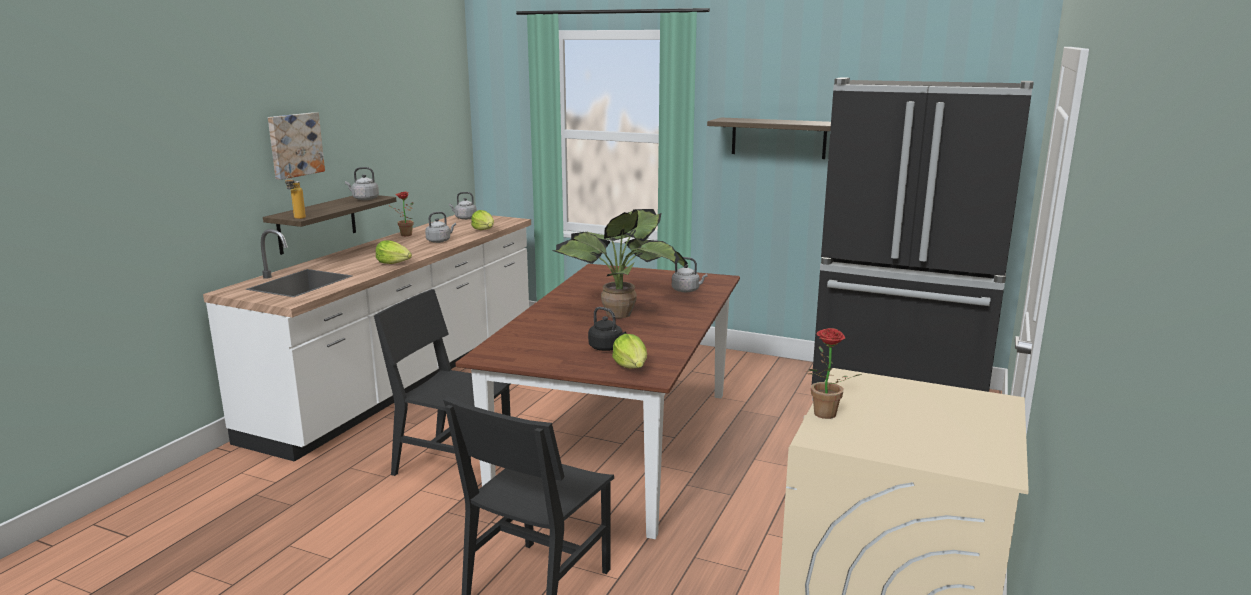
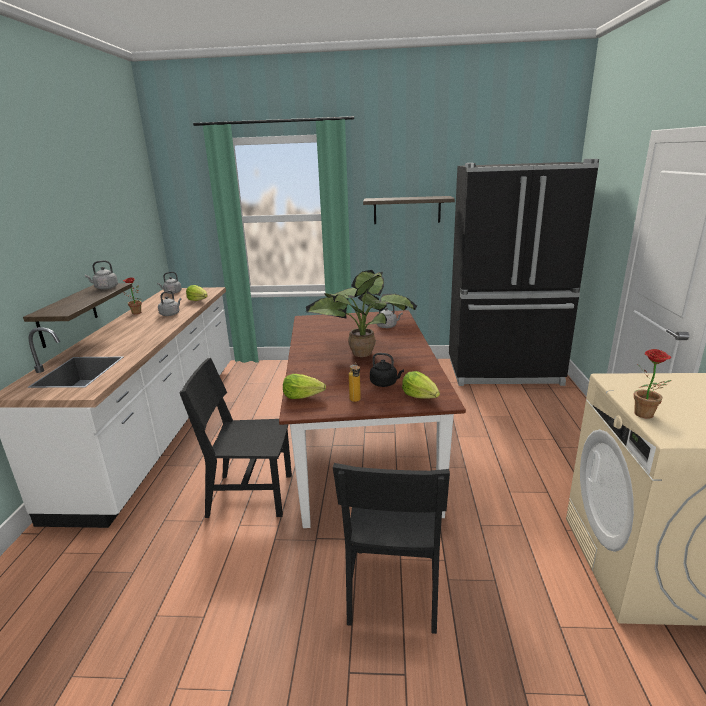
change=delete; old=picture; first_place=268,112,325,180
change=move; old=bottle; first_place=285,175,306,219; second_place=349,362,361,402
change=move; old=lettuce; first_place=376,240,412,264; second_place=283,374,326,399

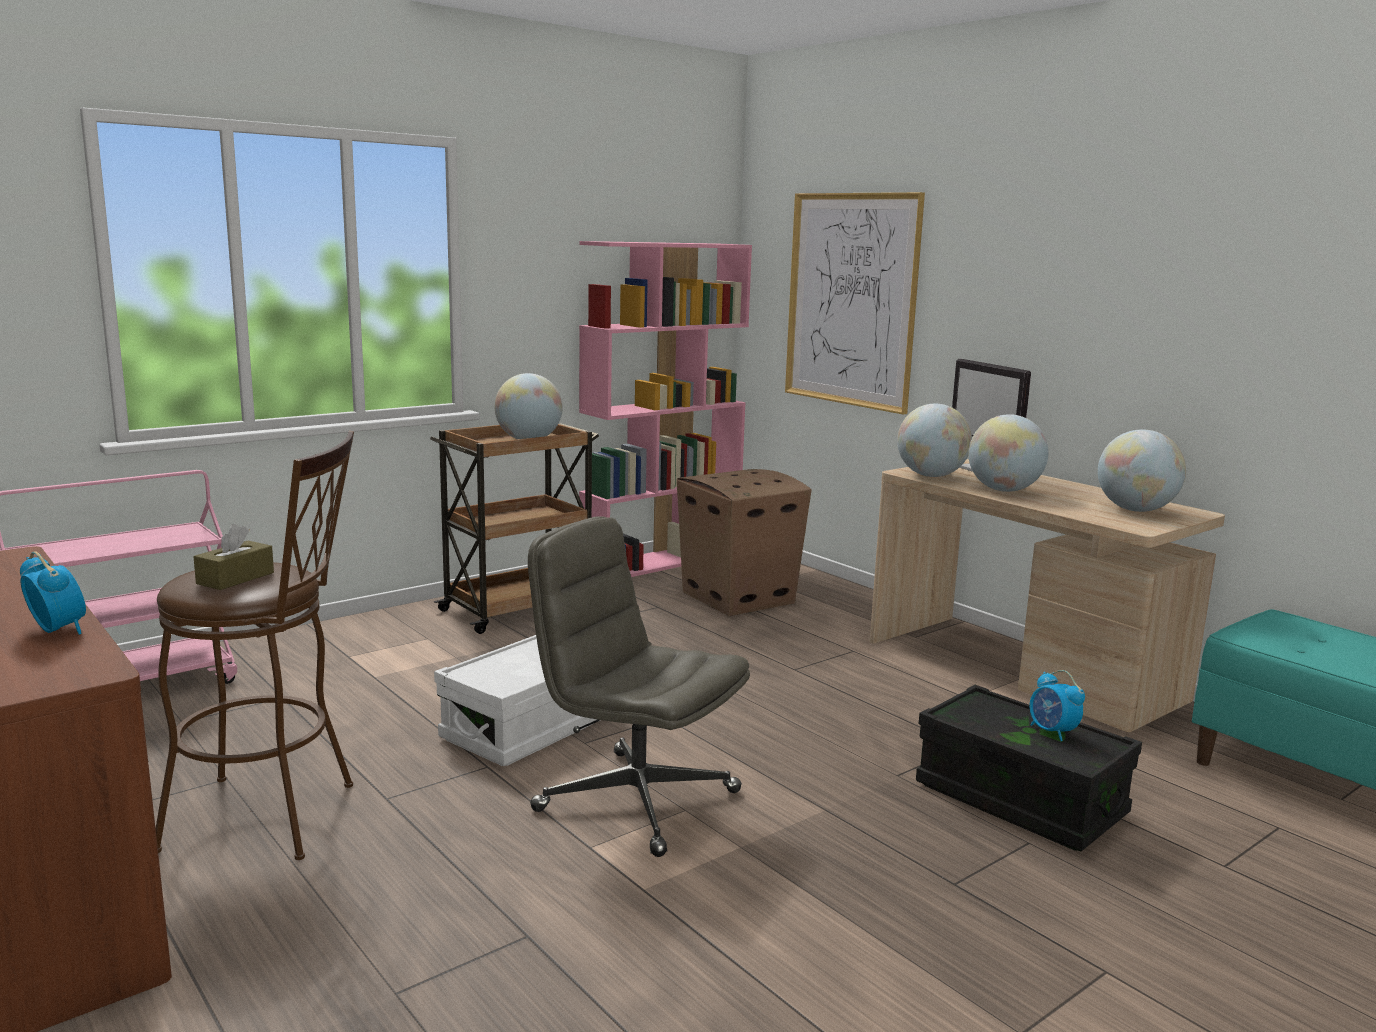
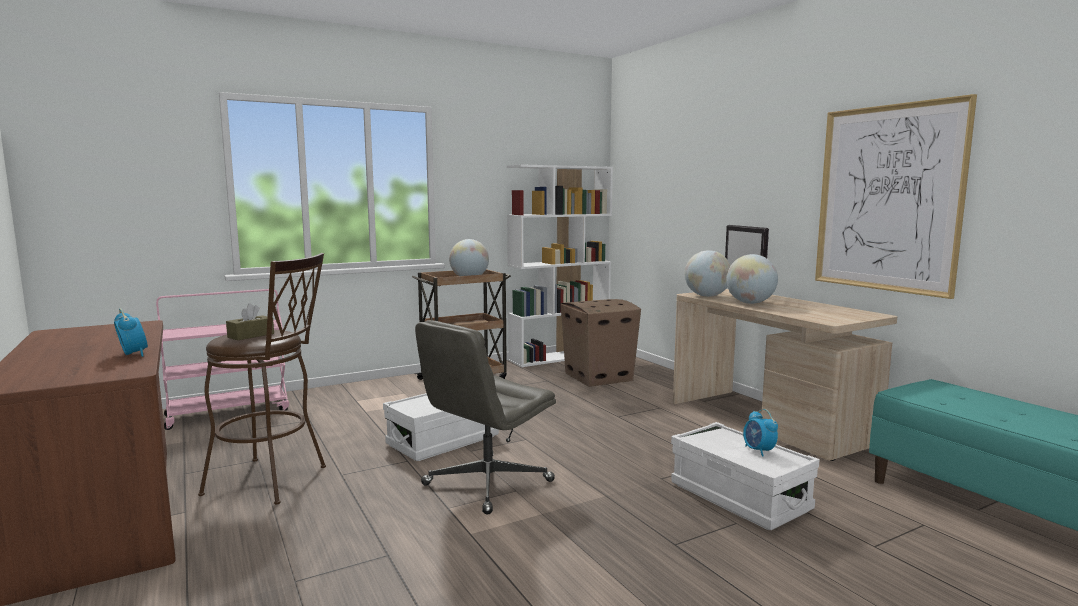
change=rotate; old=grey office chair; first_place=528,517,750,857; second_place=415,320,556,515; degrees=-90
change=recolor; old=pink bookcase; new=white bookcase; first_place=579,241,752,577; second_place=507,164,613,367
change=move; old=picture; first_place=785,192,925,415; second_place=815,94,977,299
change=recolor; old=black storage box; new=white storage box; first_place=916,685,1142,851; second_place=671,422,820,530
change=delete; old=globe; first_place=1098,429,1186,512

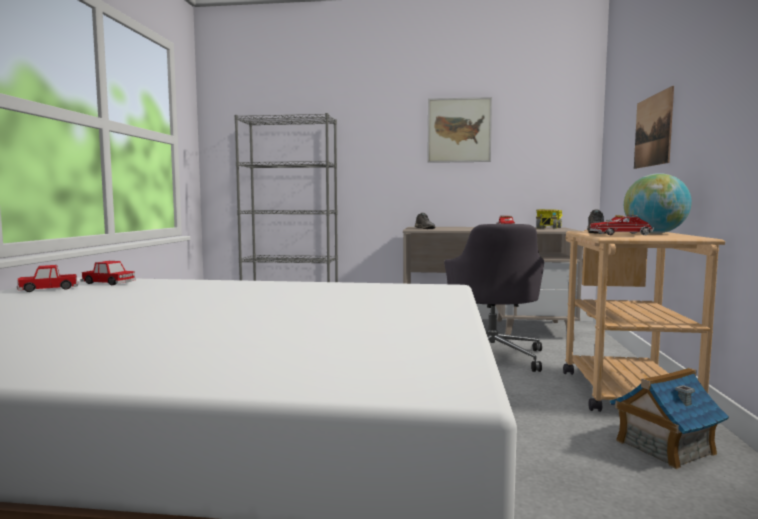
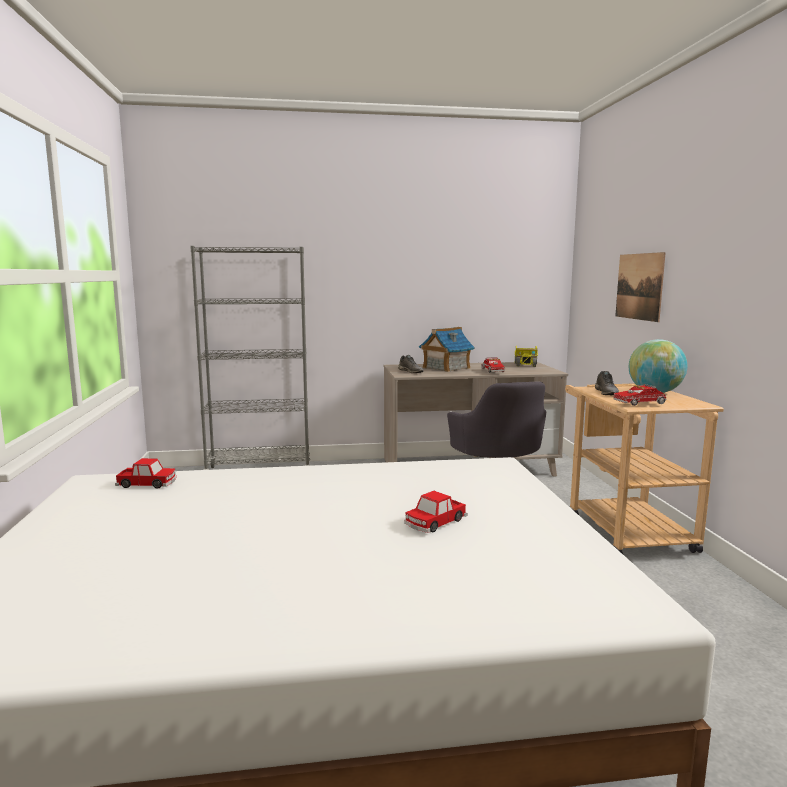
change=move; old=toy car; first_place=17,265,78,292; second_place=404,491,467,533
change=delete; old=picture; first_place=427,97,492,163
change=move; old=toy house; first_place=610,368,729,470; second_place=419,327,475,372

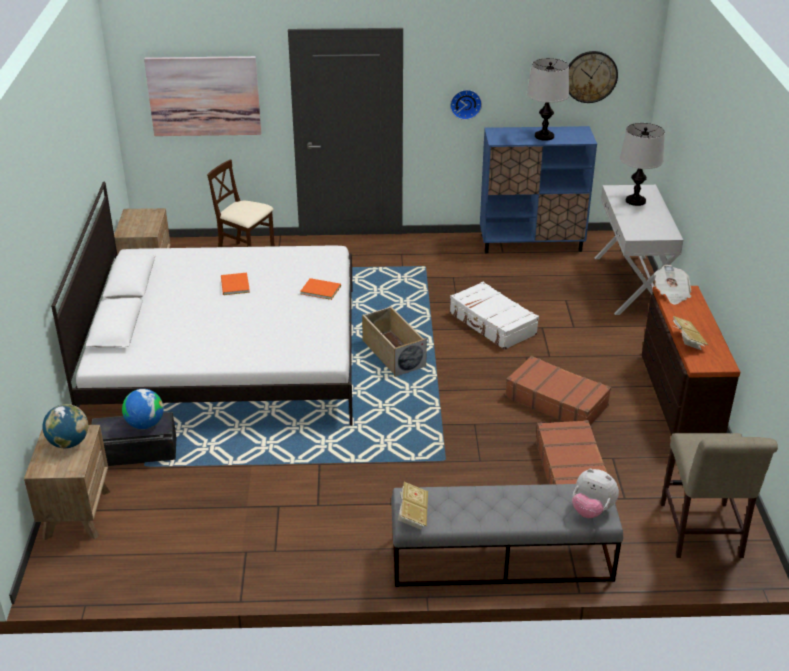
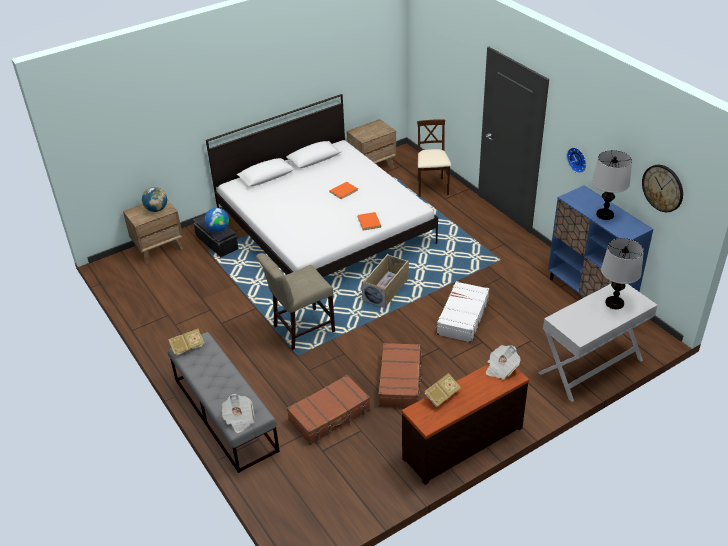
change=delete; old=picture; first_place=144,56,261,136
change=replace; old=plush toy; new=newspaper; first_place=572,469,619,518; second_place=222,394,255,433
change=move; old=beige chair; first_place=661,433,778,558; second_place=256,253,335,350

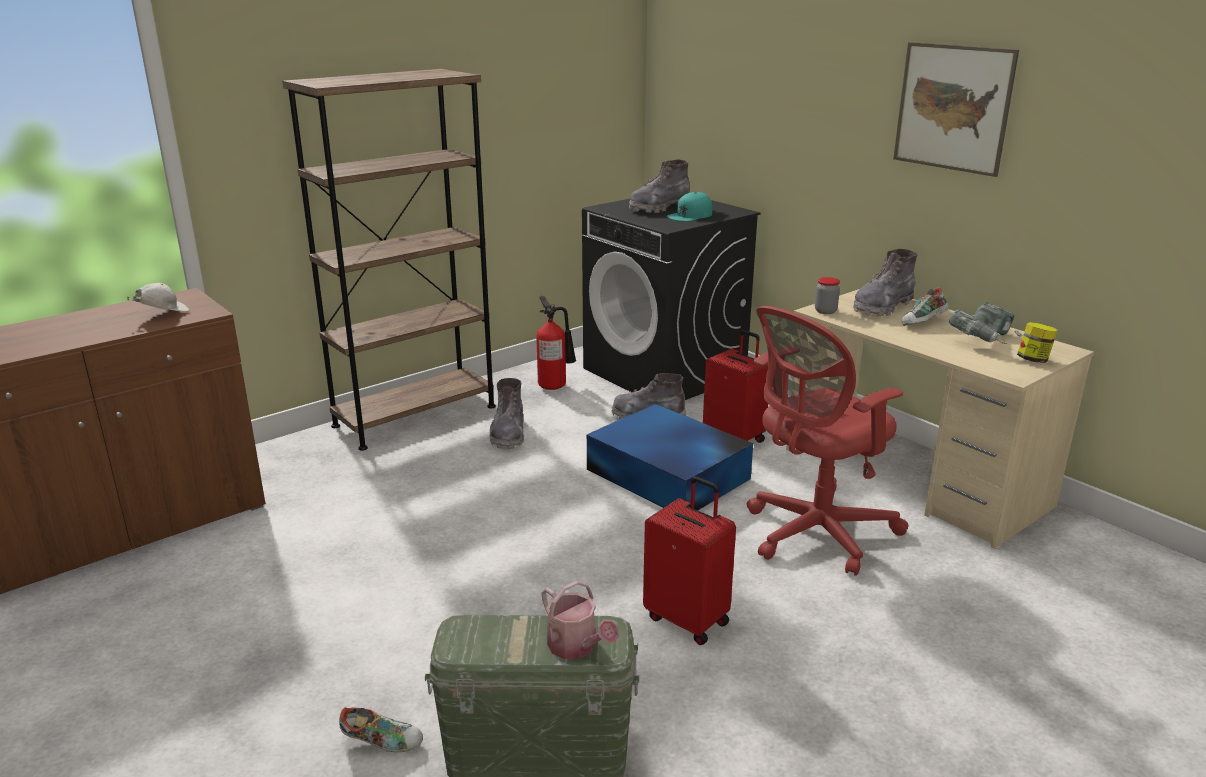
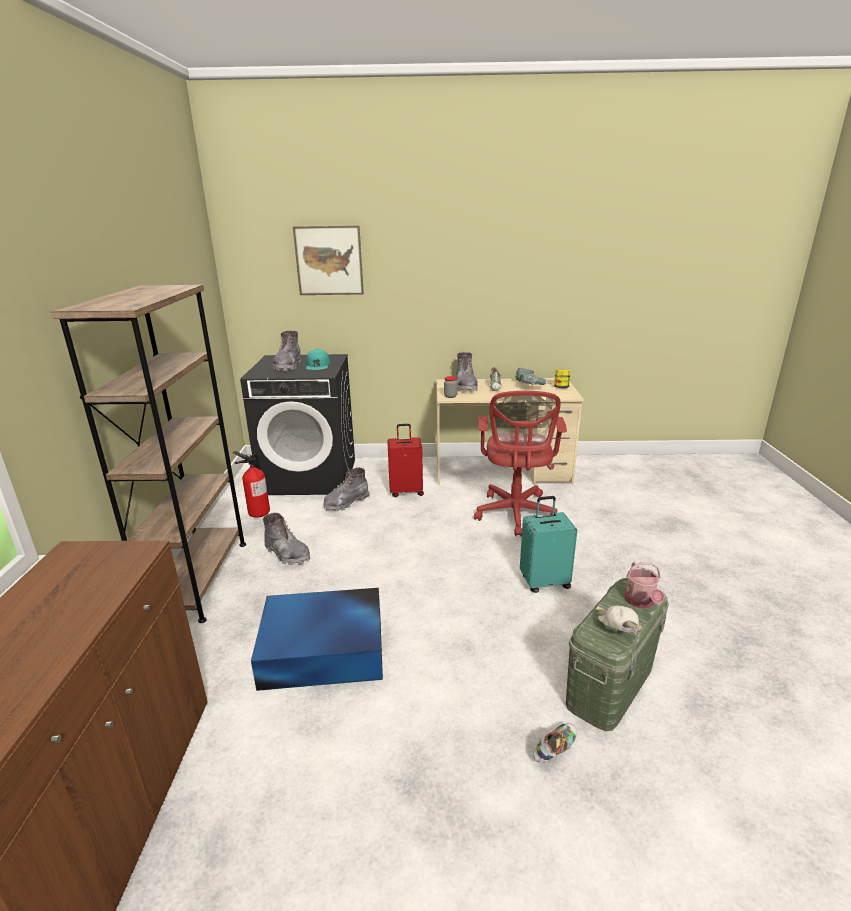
change=move; old=white cap; first_place=127,283,190,312; second_place=598,605,639,635
change=rotate; old=watering can; first_place=541,581,619,659; second_place=624,562,665,608; degrees=90
change=move; old=blue storage box; first_place=587,404,753,511; second_place=251,588,383,691
change=recolor; old=red suitcase; new=turquoise suitcase; first_place=643,477,736,645; second_place=520,496,577,593
change=move; old=picture; first_place=893,42,1019,177; second_place=293,226,364,295

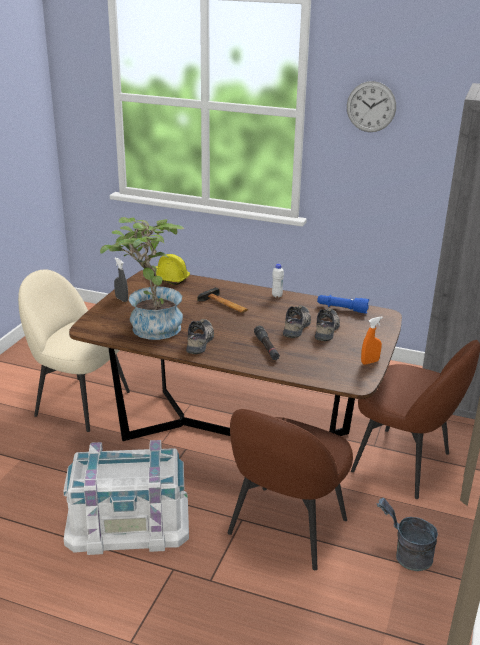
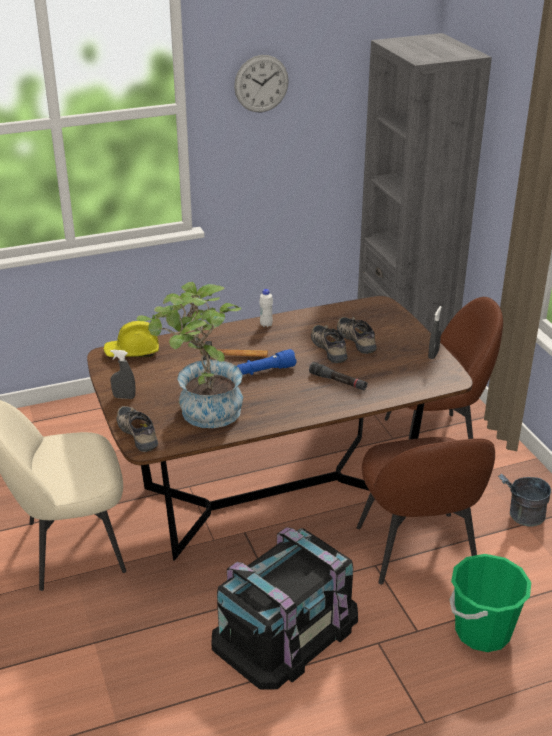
change=recolor; old=white storage box; new=black storage box; first_place=63,440,189,555; second_place=212,527,358,690
change=move; old=shoe; first_place=186,319,214,354; second_place=117,406,158,452
change=move; old=blue flashlight; first_place=317,295,369,314; second_place=237,349,296,375
change=recolor; old=orange spray bottle; new=grey spray bottle; first_place=361,317,383,364; second_place=428,306,442,359
change=insert; new=green bucket; second_place=449,554,531,652

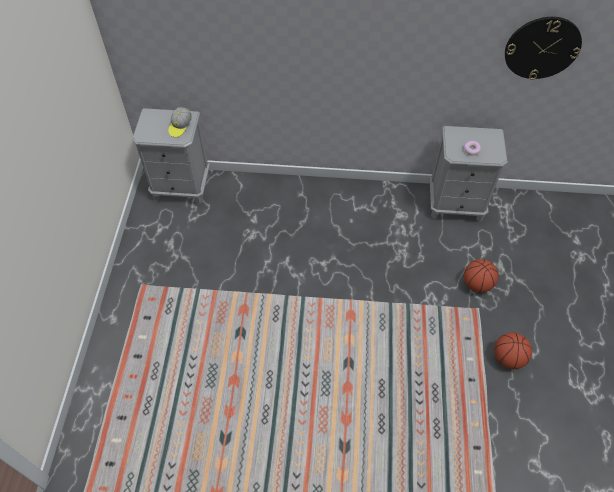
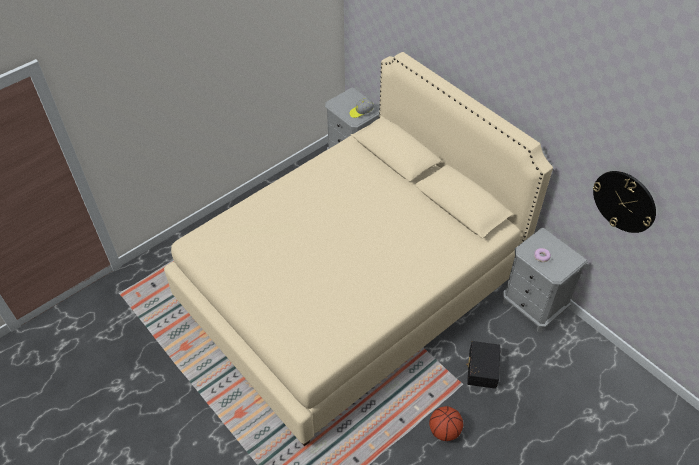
change=replace; old=basketball; new=black storage box; first_place=464,259,499,293; second_place=466,341,500,389
change=insert; new=beige bed; second_place=164,52,553,446

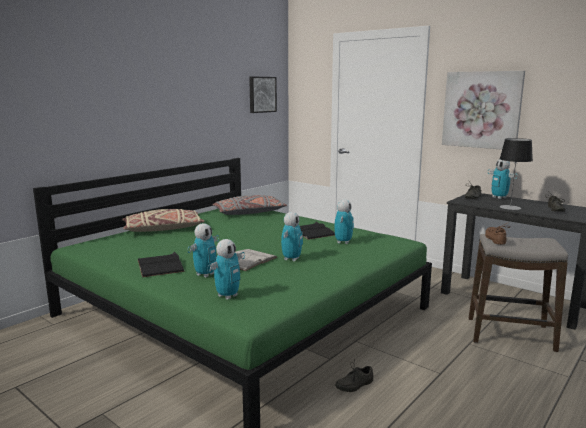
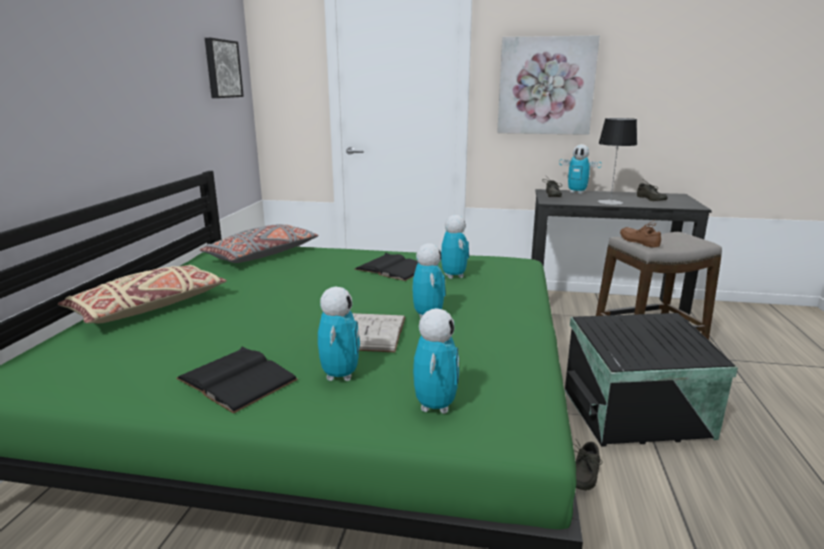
change=insert; new=black storage box; second_place=565,313,738,447

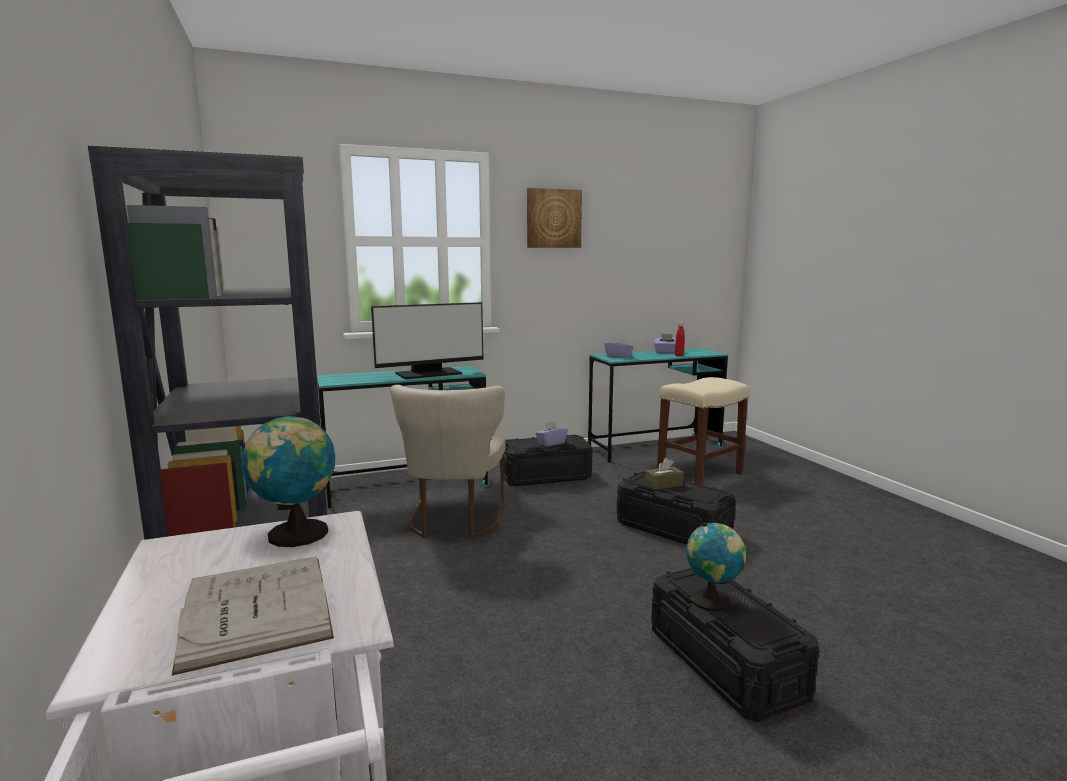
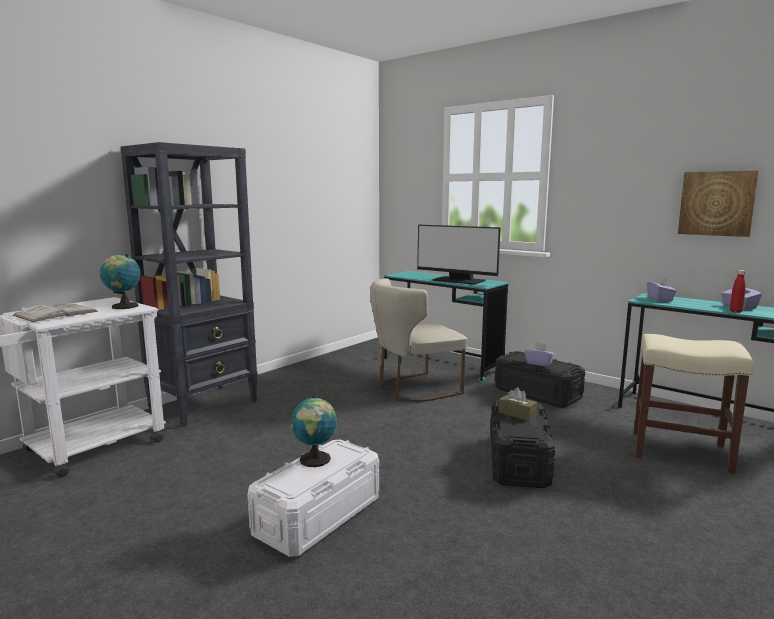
change=move; old=picture; first_place=527,188,582,248; second_place=678,171,759,237
change=recolor; old=black storage box; new=white storage box; first_place=651,568,819,722; second_place=247,440,379,557

